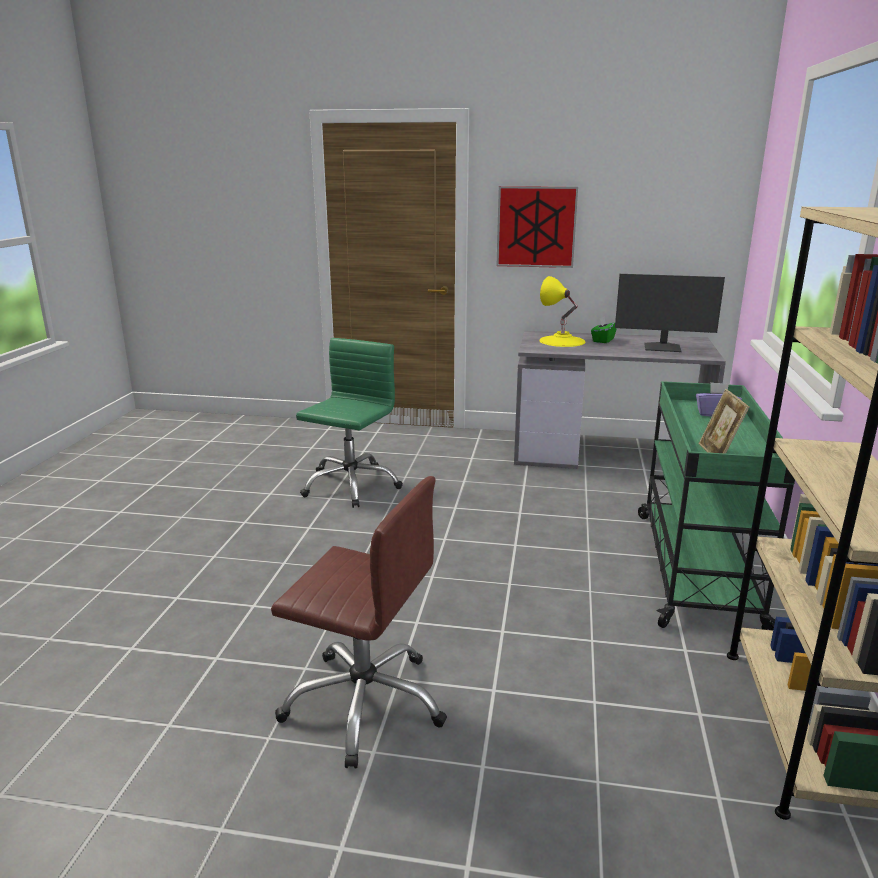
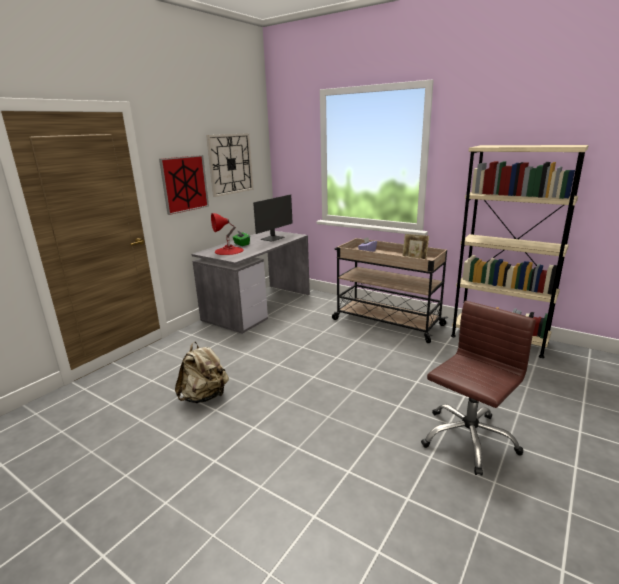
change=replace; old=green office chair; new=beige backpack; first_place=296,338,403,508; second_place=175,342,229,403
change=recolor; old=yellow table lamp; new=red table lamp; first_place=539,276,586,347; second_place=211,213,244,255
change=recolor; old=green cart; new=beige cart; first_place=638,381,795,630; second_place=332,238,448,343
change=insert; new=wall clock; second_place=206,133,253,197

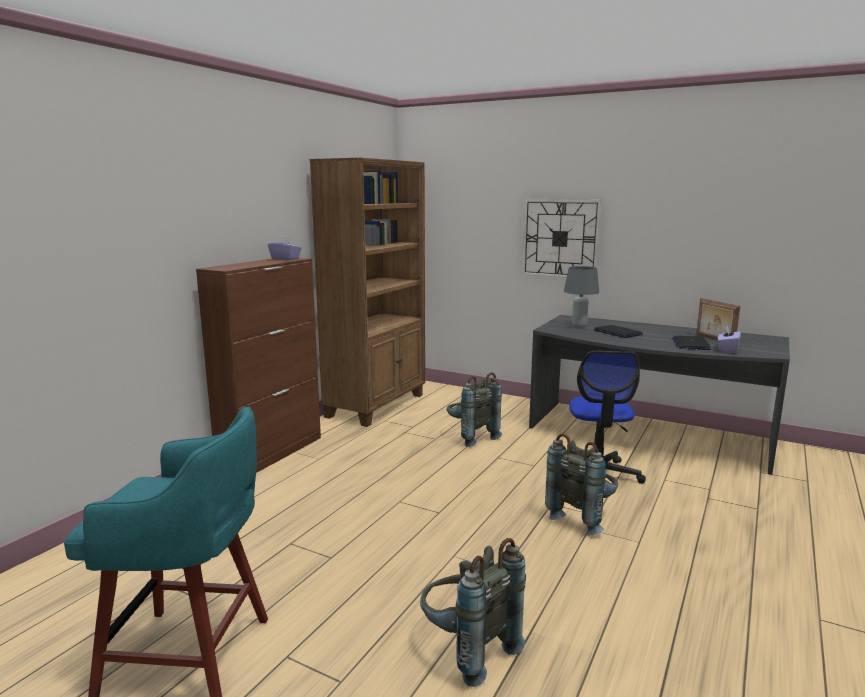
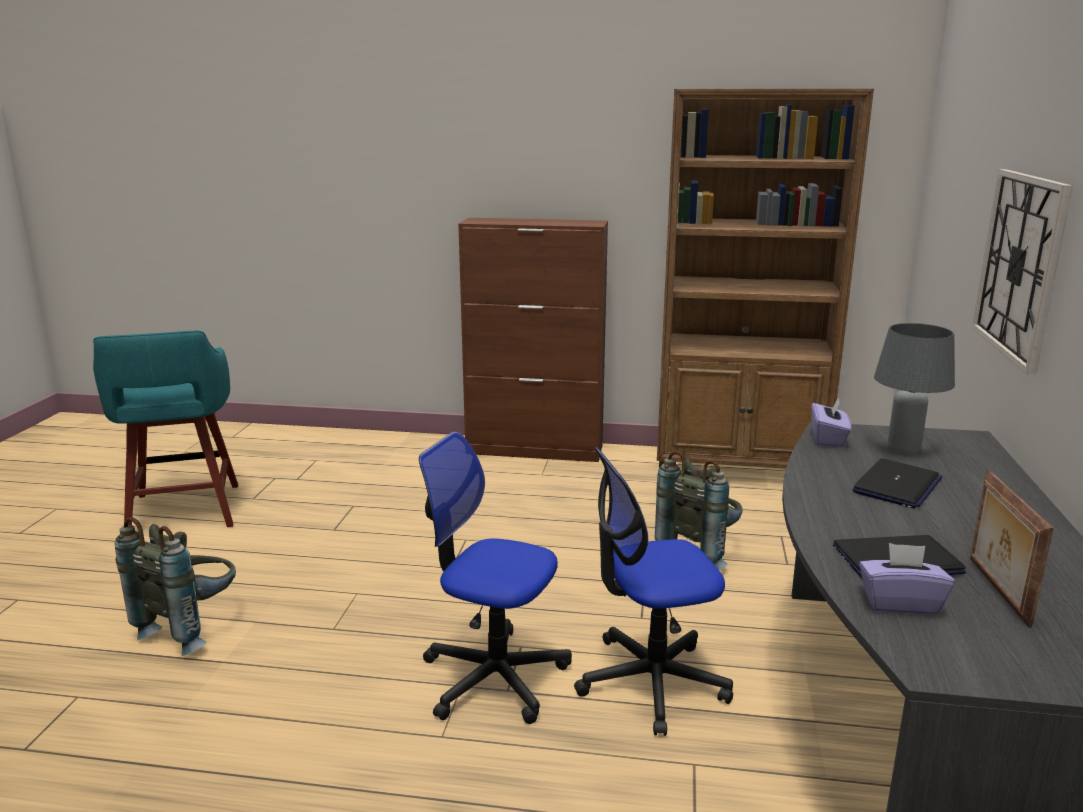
change=move; old=purple tissue box; first_place=268,236,302,260; second_place=811,399,851,447
change=replace; old=grey backpack; new=office chair; first_place=545,433,618,535; second_place=419,432,572,724
change=rotate; old=picture frame; first_place=696,298,740,341; second_place=970,470,1054,628; degrees=-45

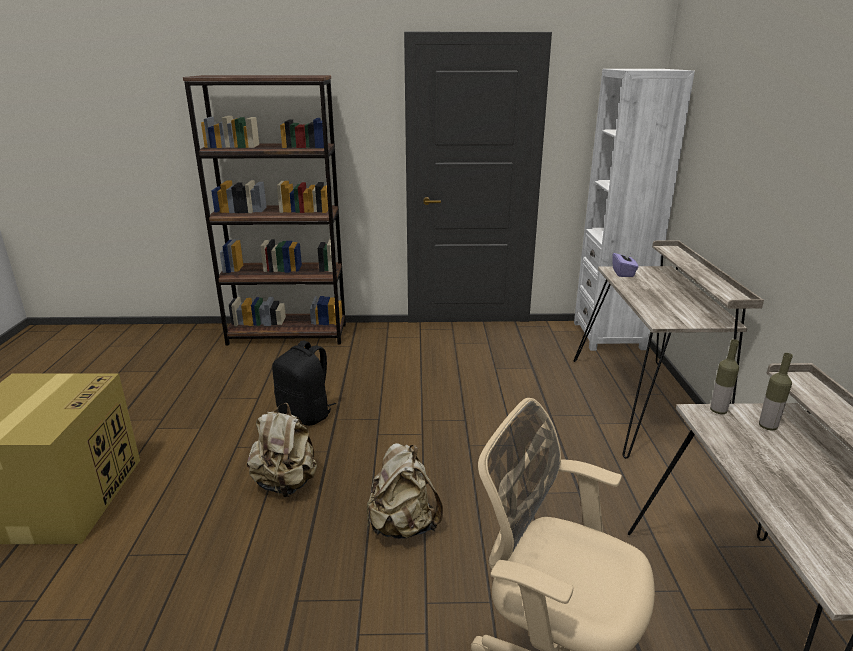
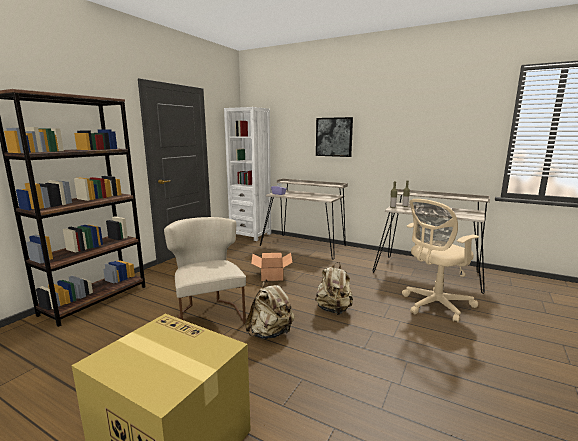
change=replace; old=black backpack; new=beige chair; first_place=272,341,336,426; second_place=164,217,246,324
change=insert; new=cardboard box; second_place=251,253,292,281
change=insert; new=picture; second_place=316,117,353,157

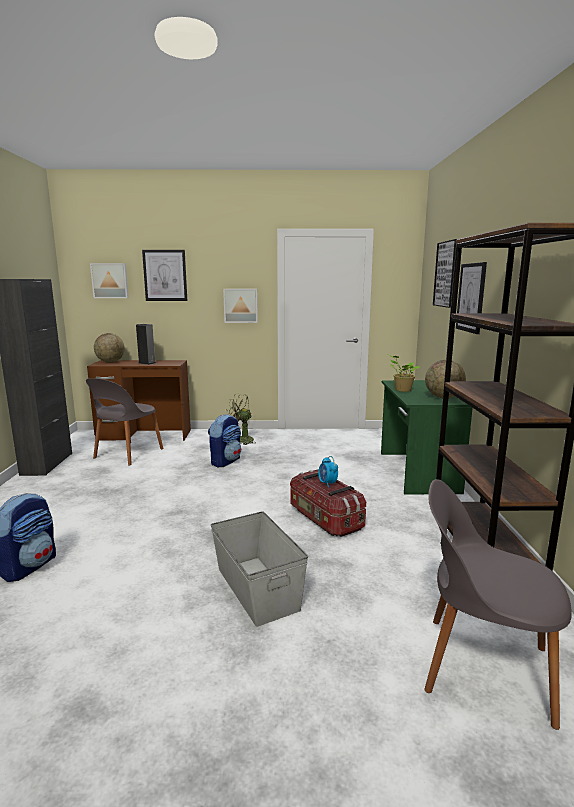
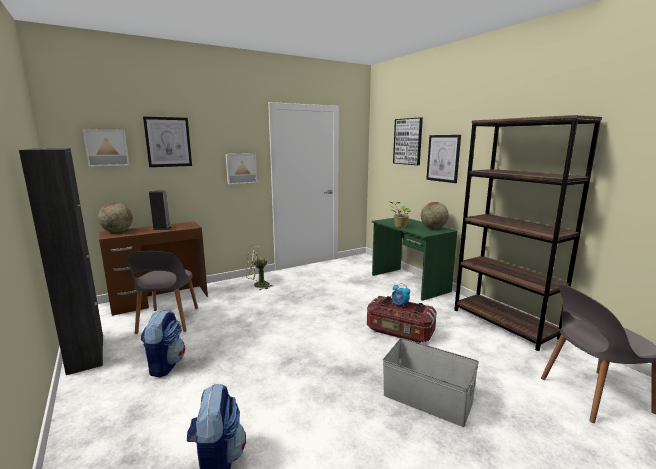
change=move; old=backpack; first_place=208,414,241,467; second_place=141,310,185,378

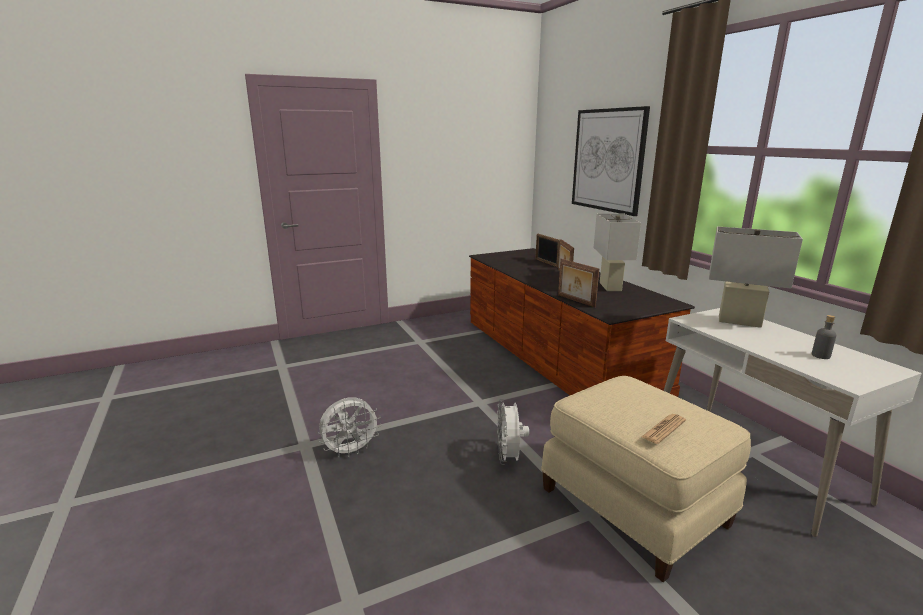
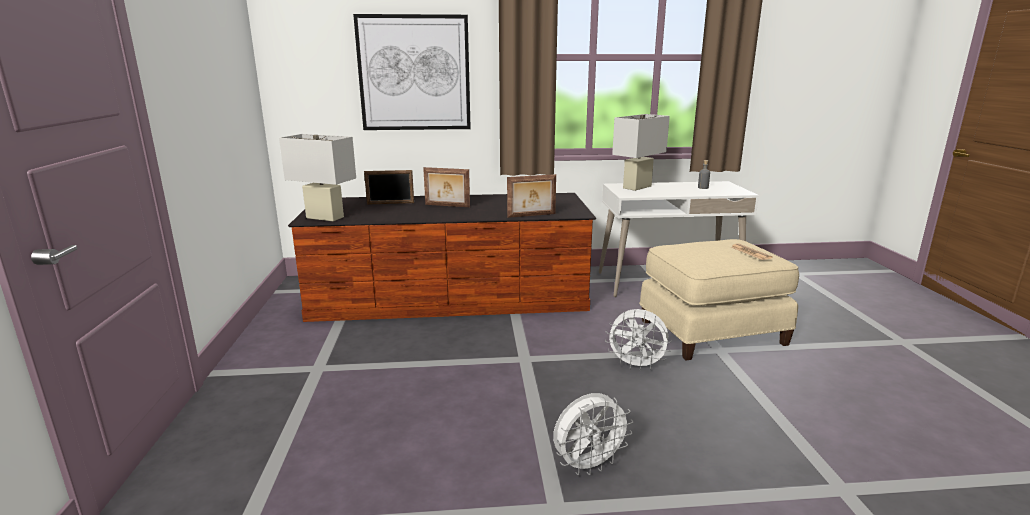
change=rotate; old=white fan; first_place=318,397,381,458; second_place=553,393,633,475; degrees=75
change=move; old=white table lamp; first_place=594,213,641,291; second_place=279,134,356,221

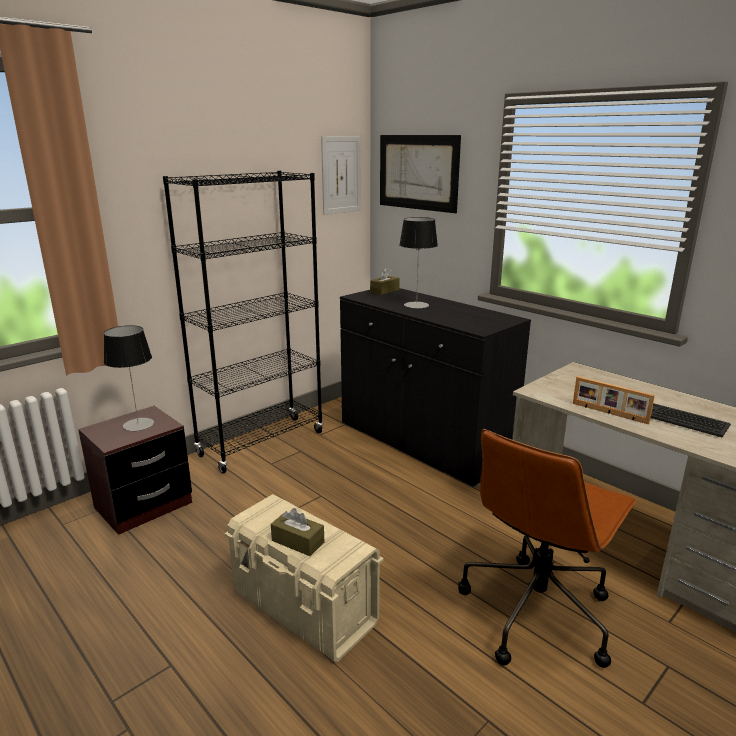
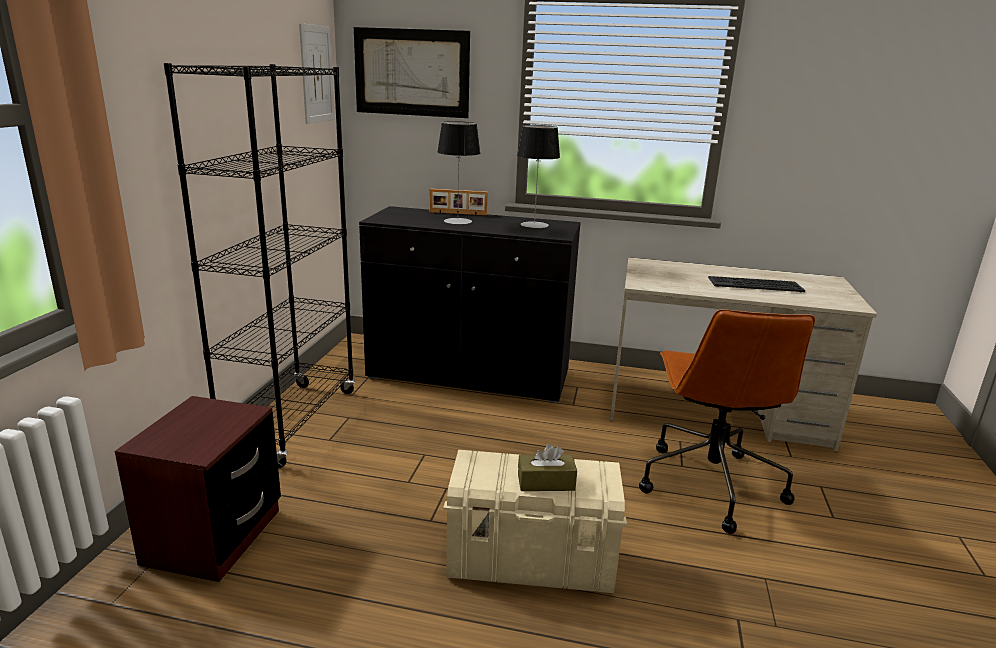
change=move; old=table lamp; first_place=104,325,154,431; second_place=517,125,560,228
change=delete; old=brown tissue box; first_place=370,267,400,295
change=move; old=picture frame; first_place=573,376,655,425; second_place=430,189,488,215

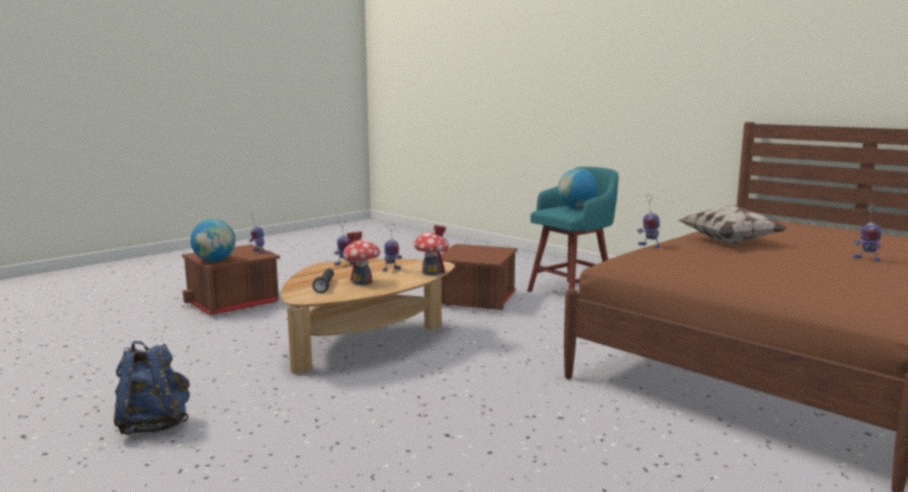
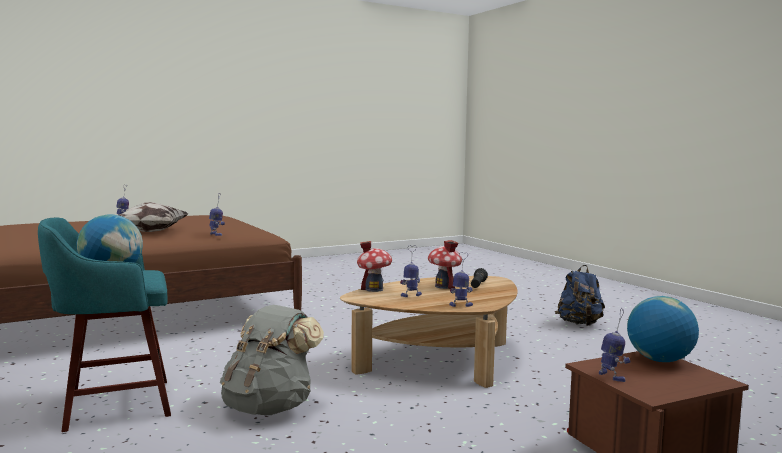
change=replace; old=brown storage box; new=grey backpack; first_place=441,244,517,310; second_place=220,305,324,415

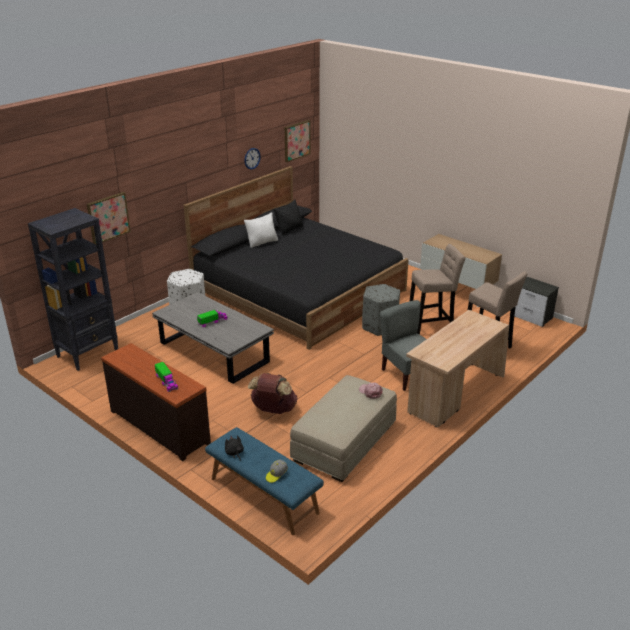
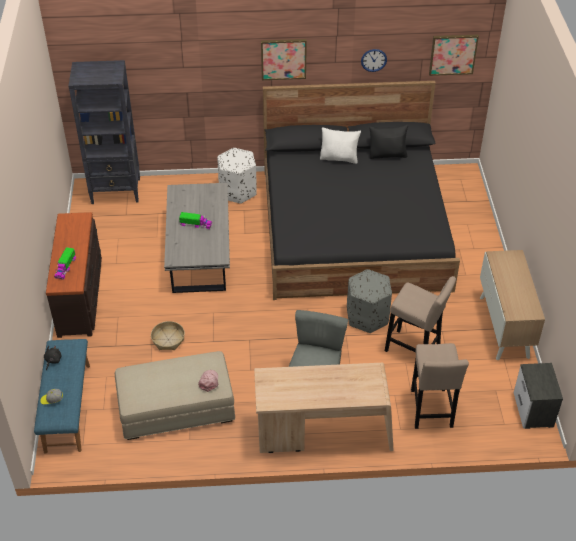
change=move; old=picture; first_place=87,192,131,245; second_place=261,39,307,80
change=replace; old=brown backpack; new=basket; first_place=248,373,297,414; second_place=151,321,185,350

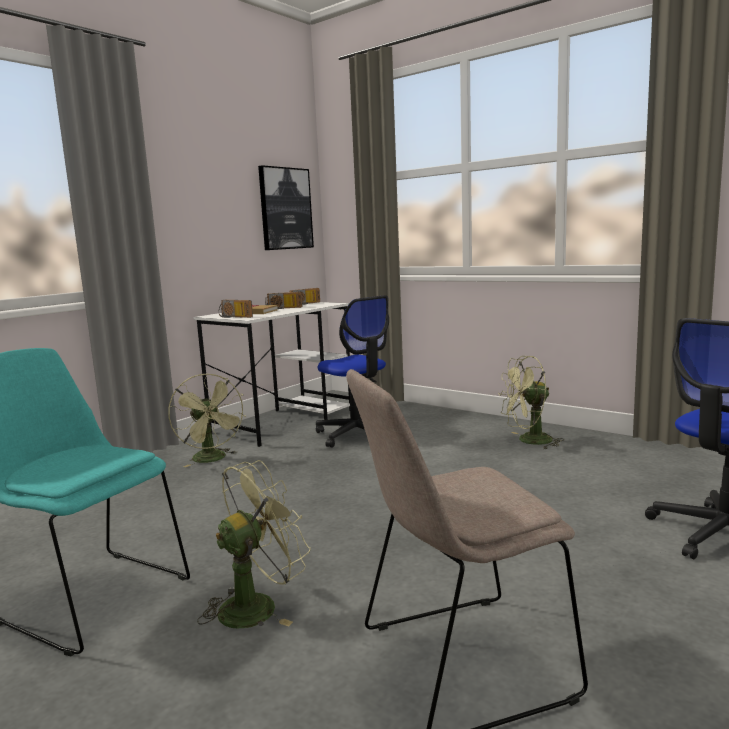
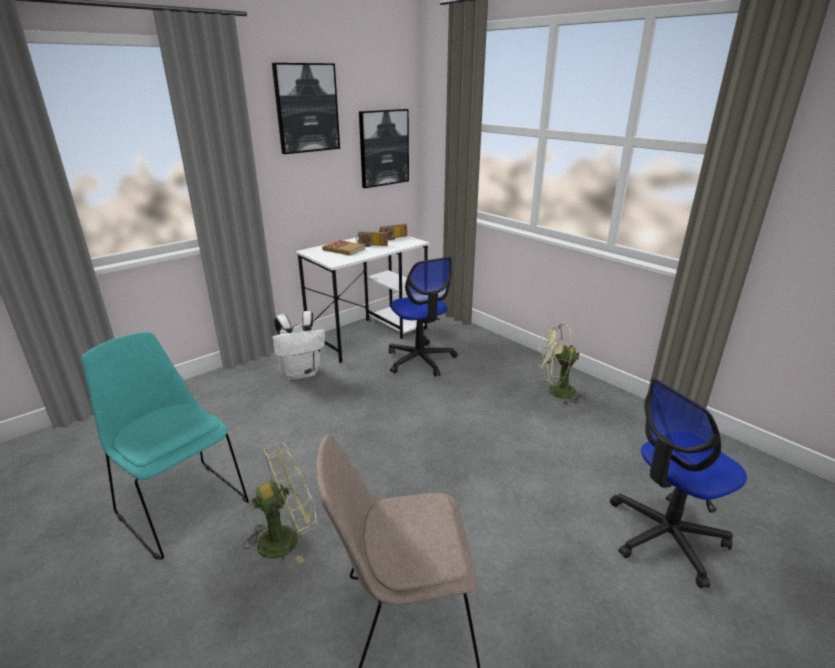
change=replace; old=green fan; new=white backpack; first_place=169,374,246,467; second_place=272,311,325,380
change=delete; old=radio; first_place=219,300,253,318
change=insert; new=picture; second_place=272,63,340,154

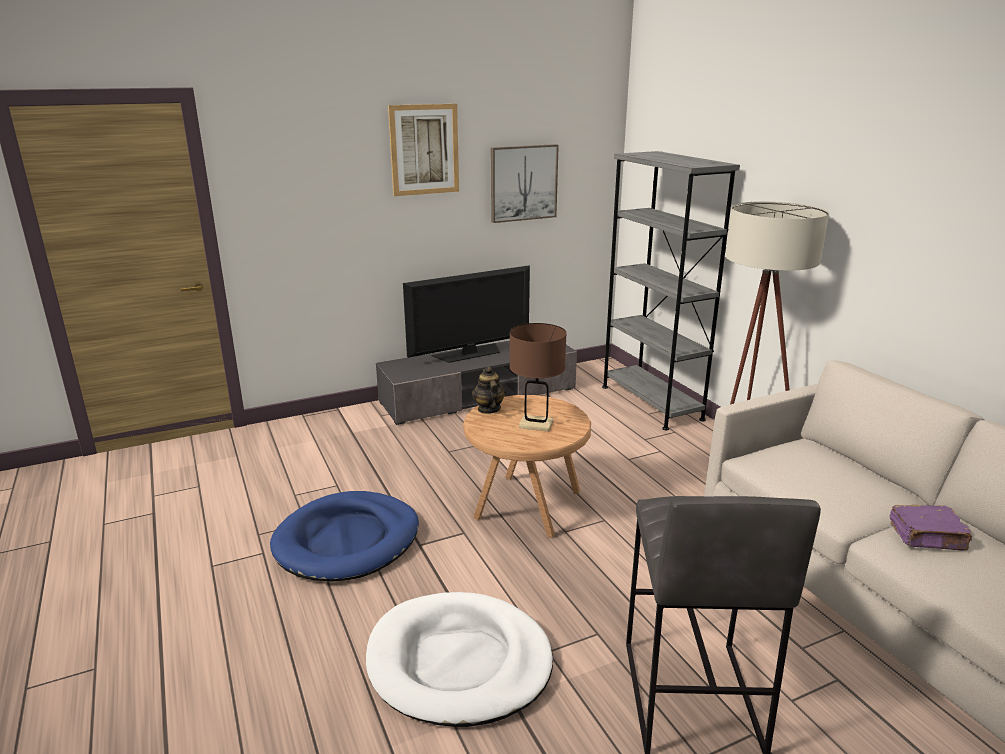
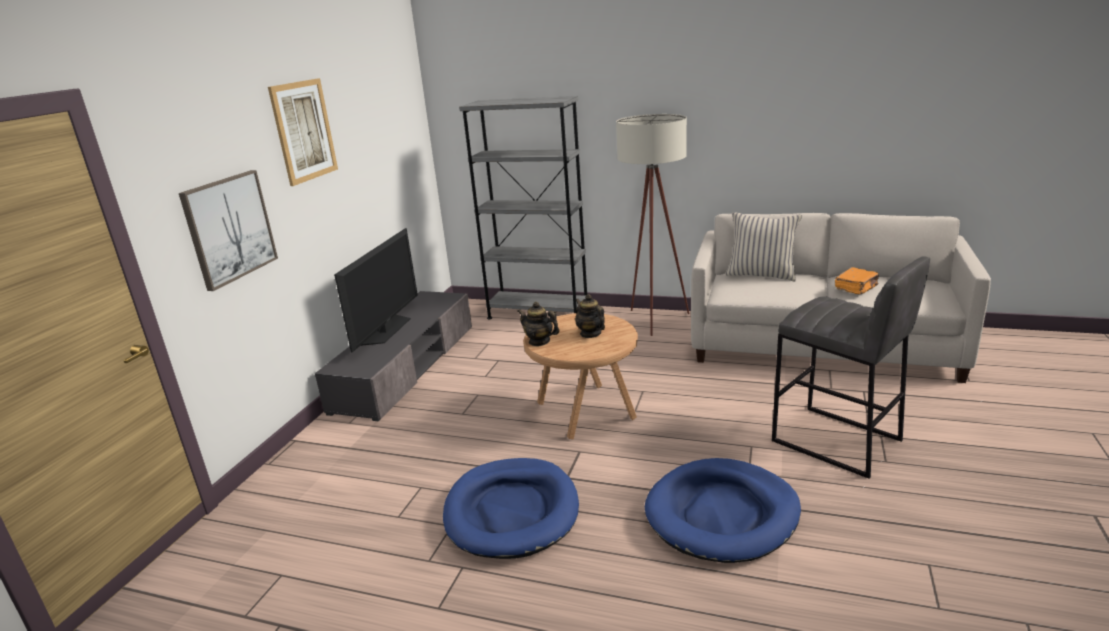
change=recolor; old=white dog bed; new=blue dog bed; first_place=366,592,553,727; second_place=645,458,801,563
change=move; old=picture; first_place=491,144,559,223; second_place=179,170,278,291
change=replace; old=brown table lamp; new=teapot; first_place=510,323,567,432; second_place=575,294,605,338
change=recolor; old=purple book; new=orange book; first_place=890,505,972,551; second_place=835,267,879,294
change=insert; new=beige pillow; second_place=725,212,802,281

